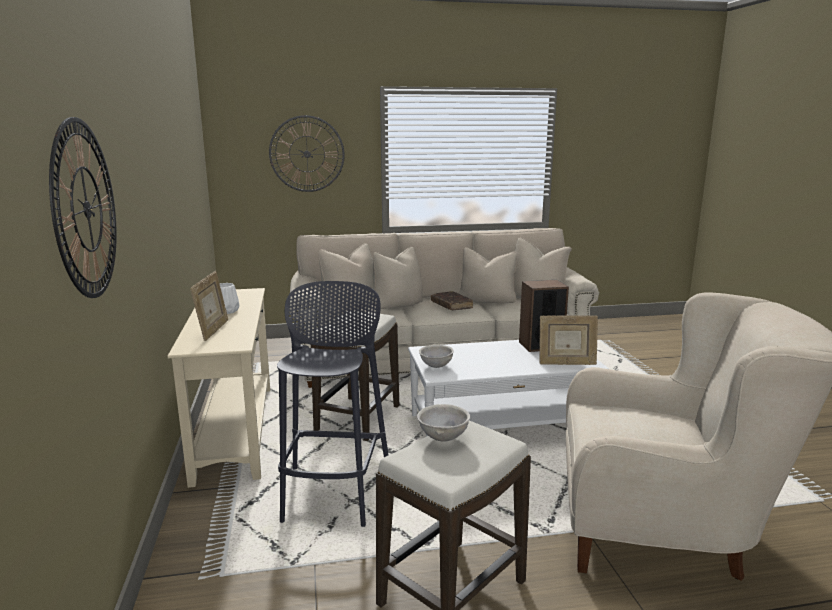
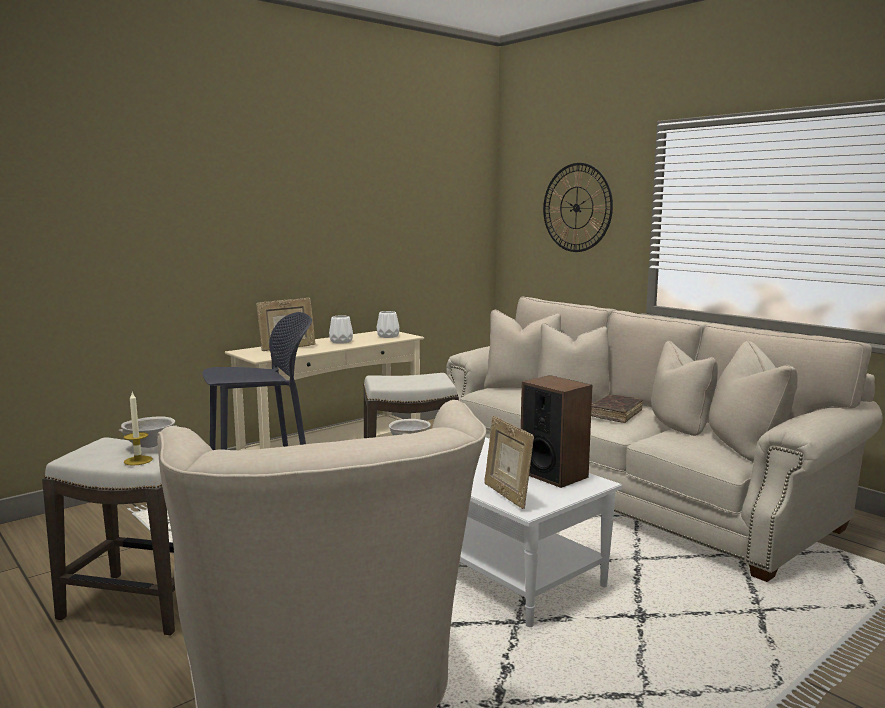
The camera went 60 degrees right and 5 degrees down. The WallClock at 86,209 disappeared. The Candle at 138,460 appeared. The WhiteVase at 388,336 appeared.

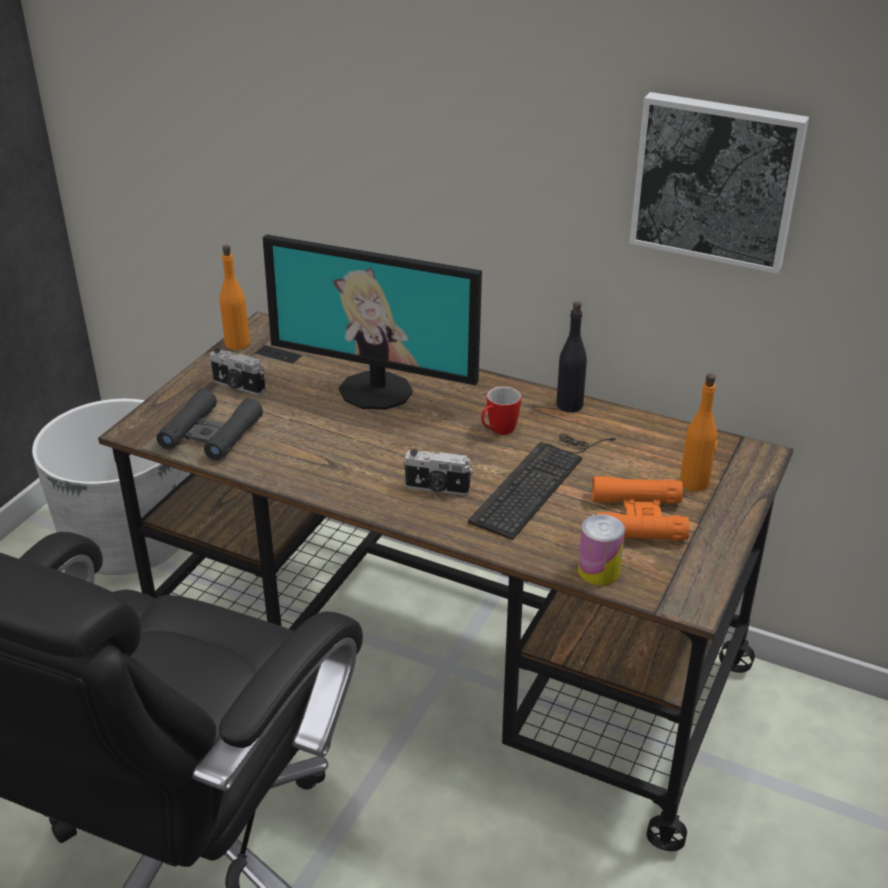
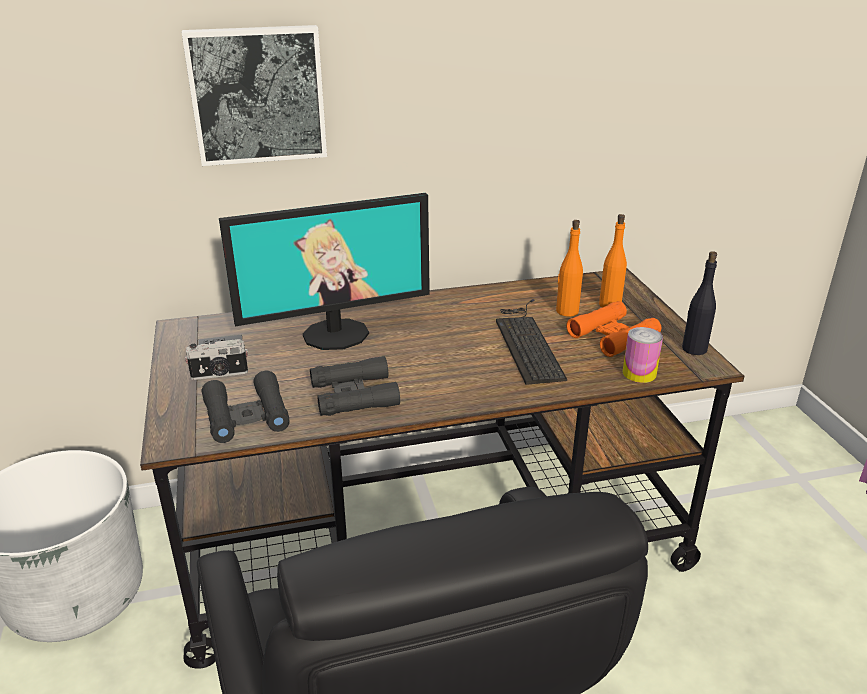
The camera went 40 degrees left and 5 degrees down. The OrangeBottle moved from 237,343 to 567,311. The PhotoCamera at 437,489 disappeared. The Mug at 497,431 disappeared. The BlackBottle moved from 569,405 to 694,349. The Picture moved from 716,180 to 257,95. The BlackBinoculars at 354,395 appeared.

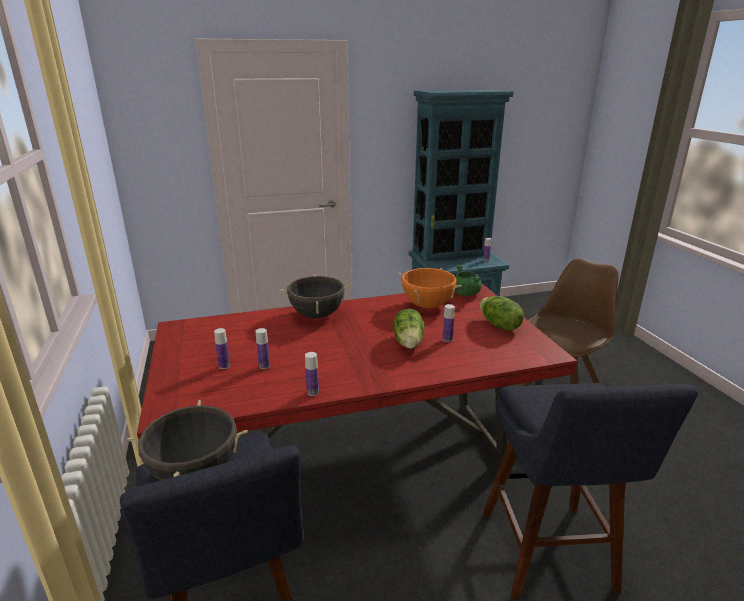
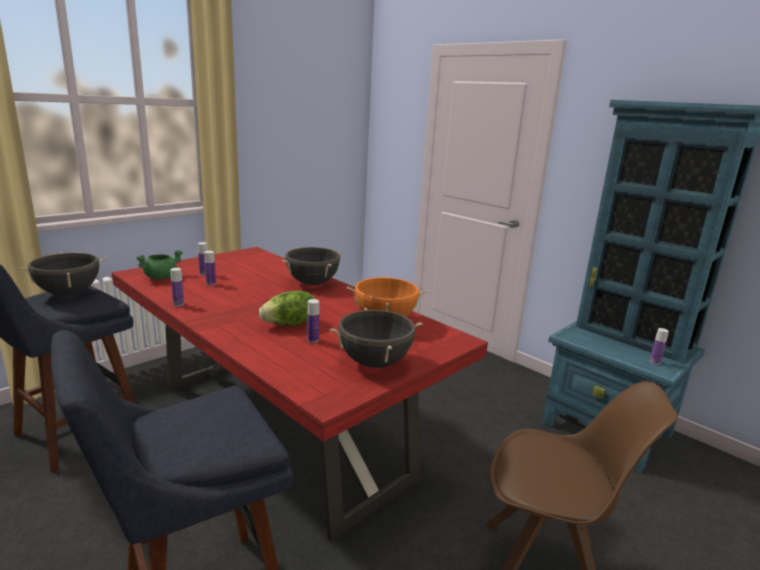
The camera went 60 degrees right and 5 degrees down. The GreenCookingPot moved from 465,293 to 161,277. The Lettuce at 499,325 was replaced by the BlackCookingPot at 374,363.

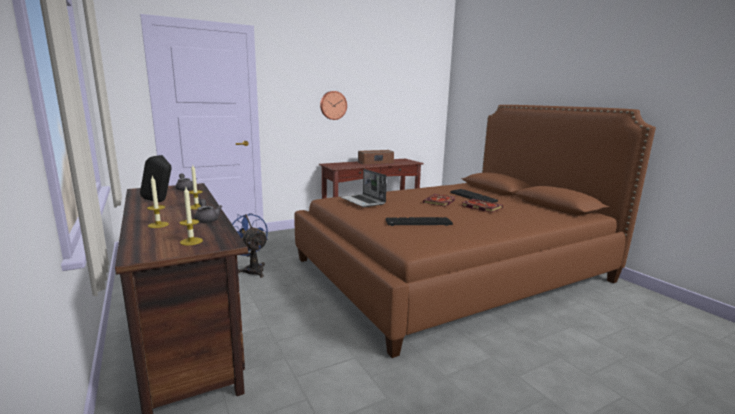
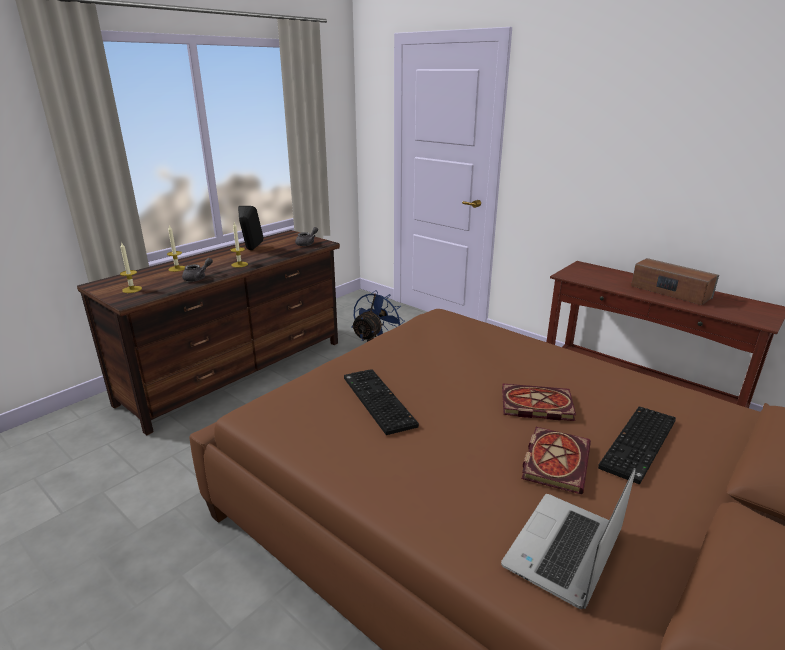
The camera went 70 degrees right and 10 degrees up. The WallClock at 333,105 disappeared. The Laptop moved from 363,201 to 564,551.

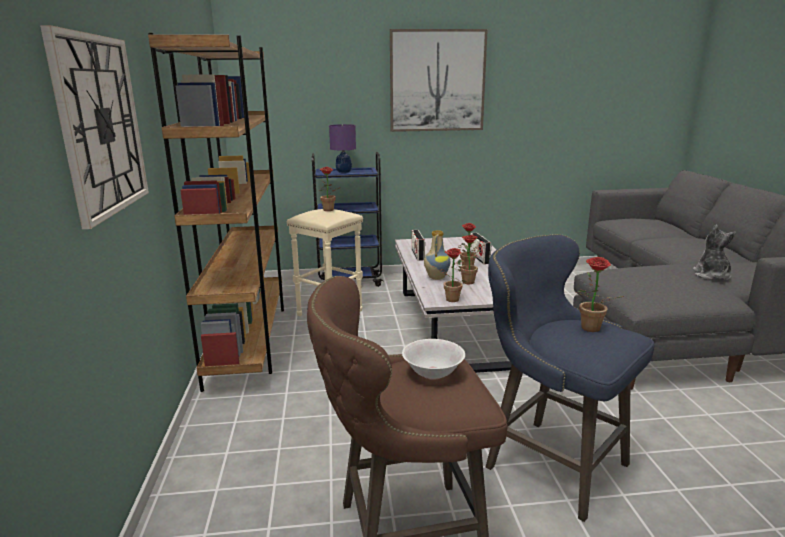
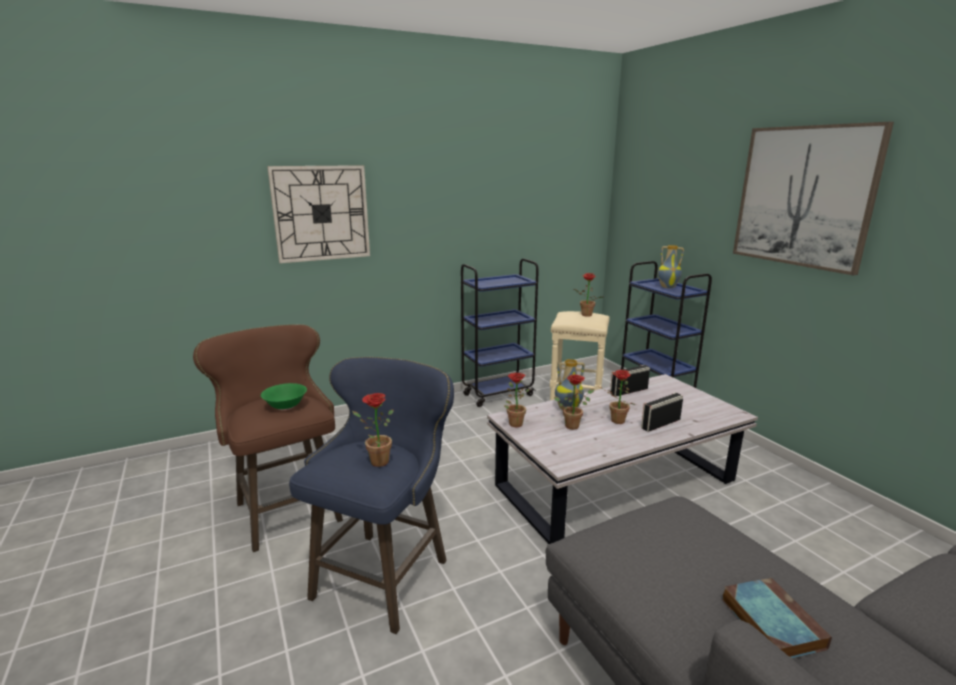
The camera went 70 degrees right and 0 degrees up. The BrownBookcase at 249,339 was replaced by the BlueCart at 498,394. The PurpleTableLamp at 343,172 was replaced by the Vase at 668,287. The WhiteBowl at 432,373 became the GreenBowl at 285,406. The PlushToy at 711,275 was replaced by the Book at 769,621.

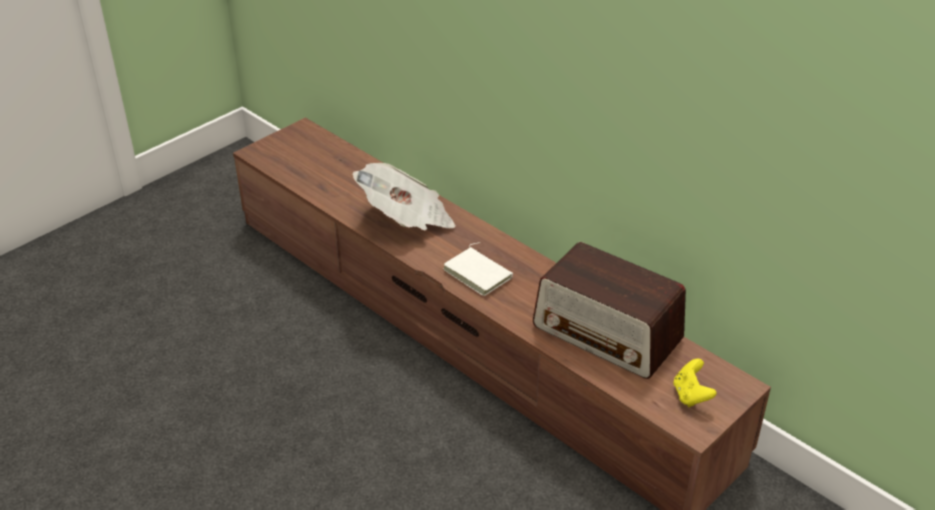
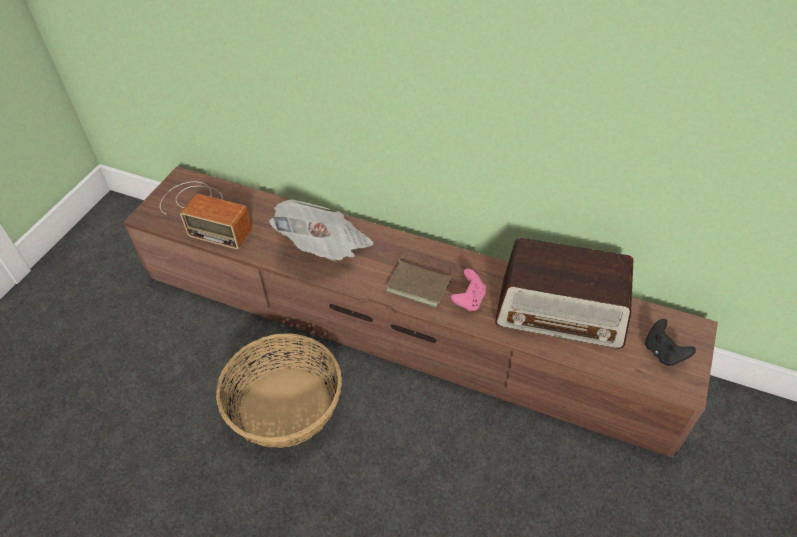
The camera went 20 degrees left and 10 degrees up. The WhiteBook at 479,273 became the BrownBook at 419,285. The YellowGameController at 691,395 became the BlackGameController at 663,352. The Radio at 205,213 appeared. The Basket at 286,406 appeared. The PinkGameController at 469,300 appeared.

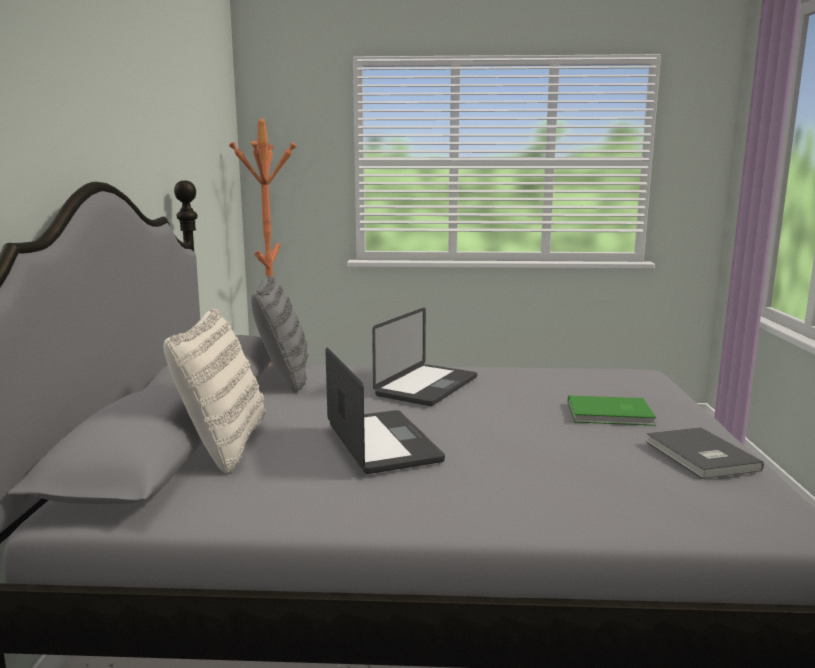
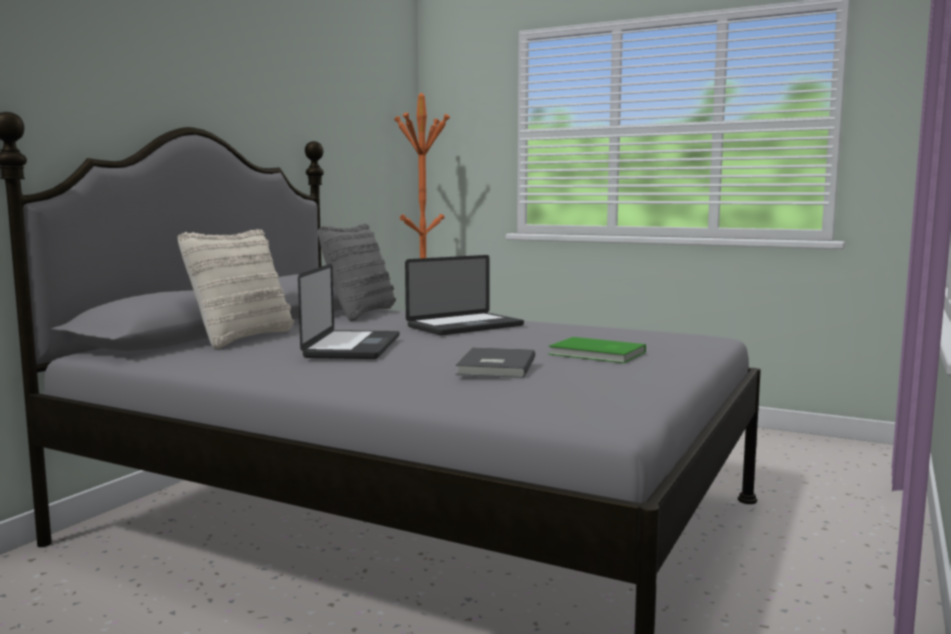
The camera went 25 degrees right and 5 degrees down. The GreyBook moved from 699,456 to 494,366.

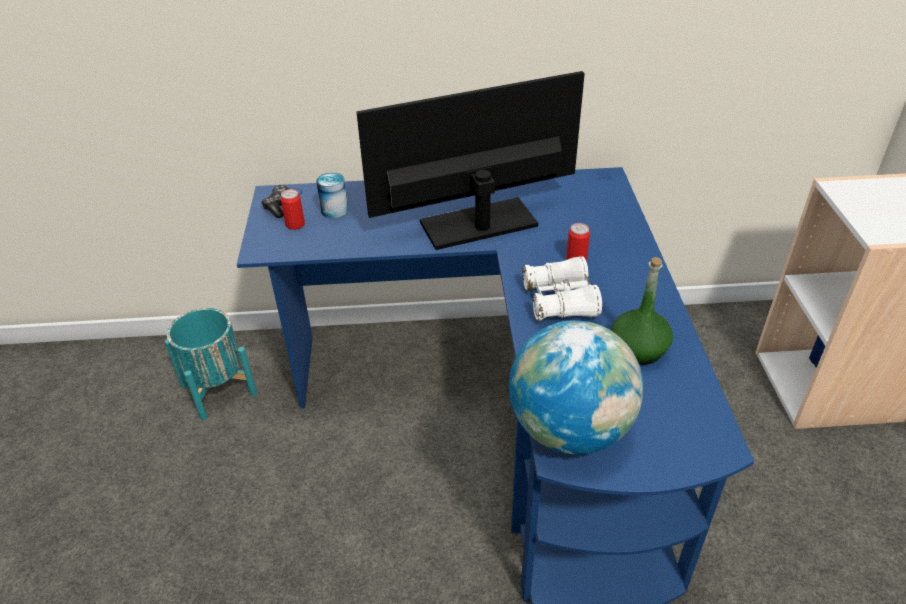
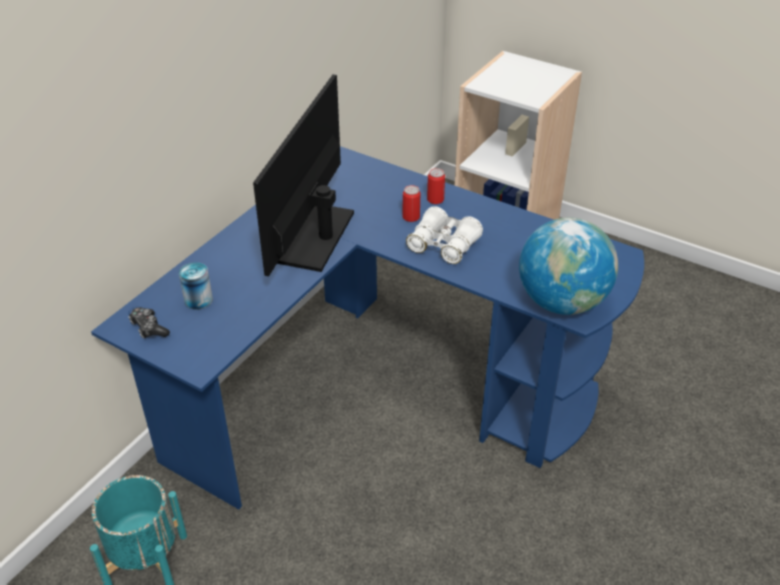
The camera went 55 degrees left and 0 degrees up. The Can moved from 295,224 to 435,199. The GreenBottle at 639,349 disappeared.

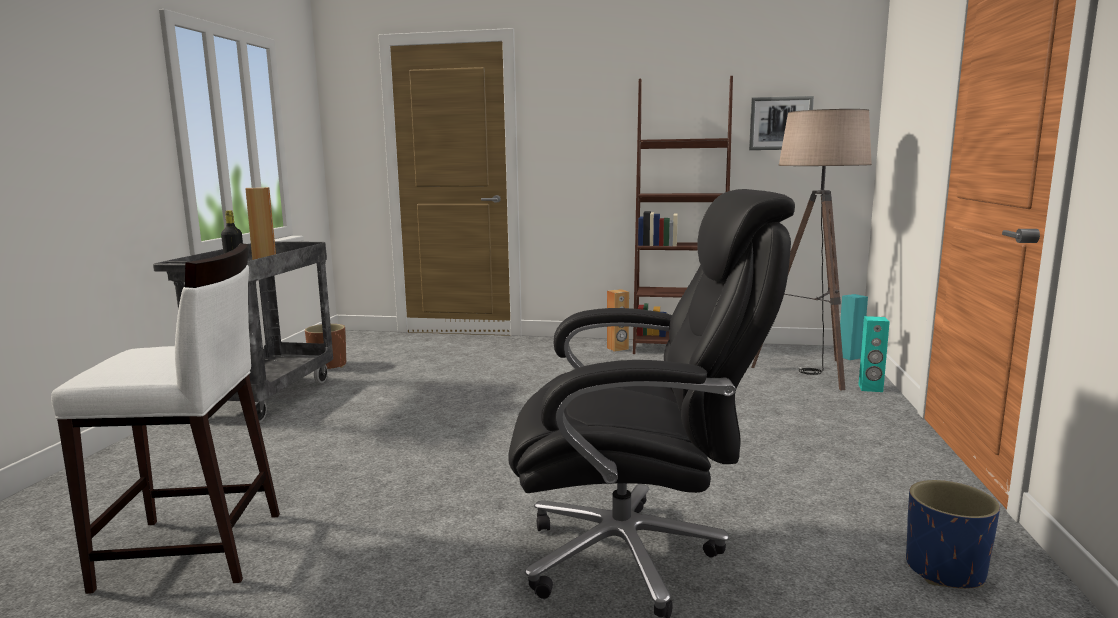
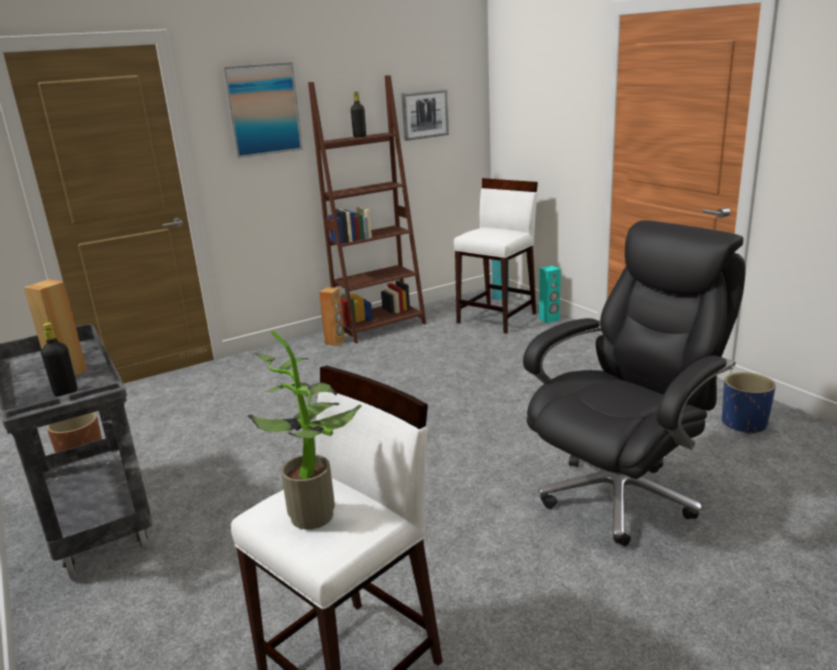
The camera went 40 degrees left and 10 degrees up. The FloorLamp at 810,372 was replaced by the WhiteStool at 497,318. The Picture at 263,109 appeared. The PottedPlant at 318,512 appeared. The BlackBottle at 359,136 appeared.

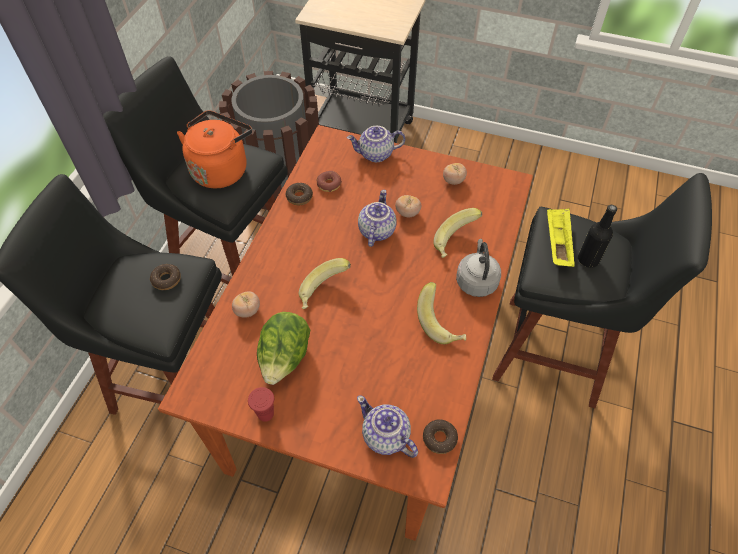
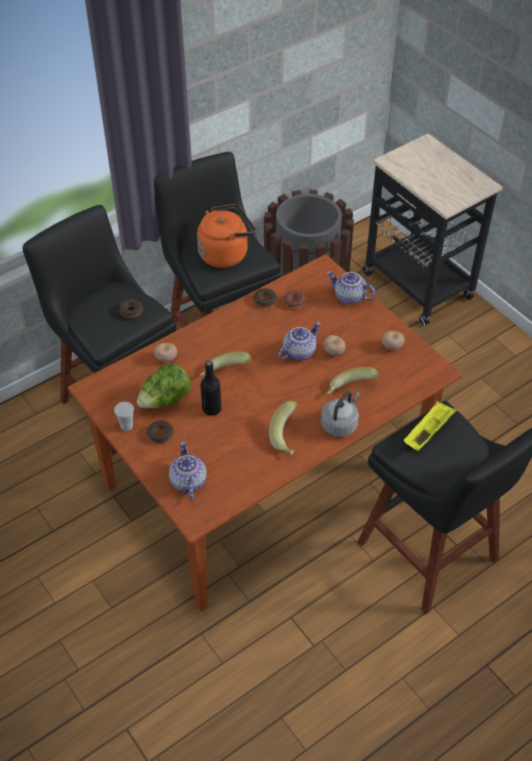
The camera went 35 degrees right and 5 degrees down. The RedCup at 265,414 became the WhiteCup at 126,426. The Donut moved from 439,438 to 160,434. The BlackBottle moved from 588,260 to 211,409.

